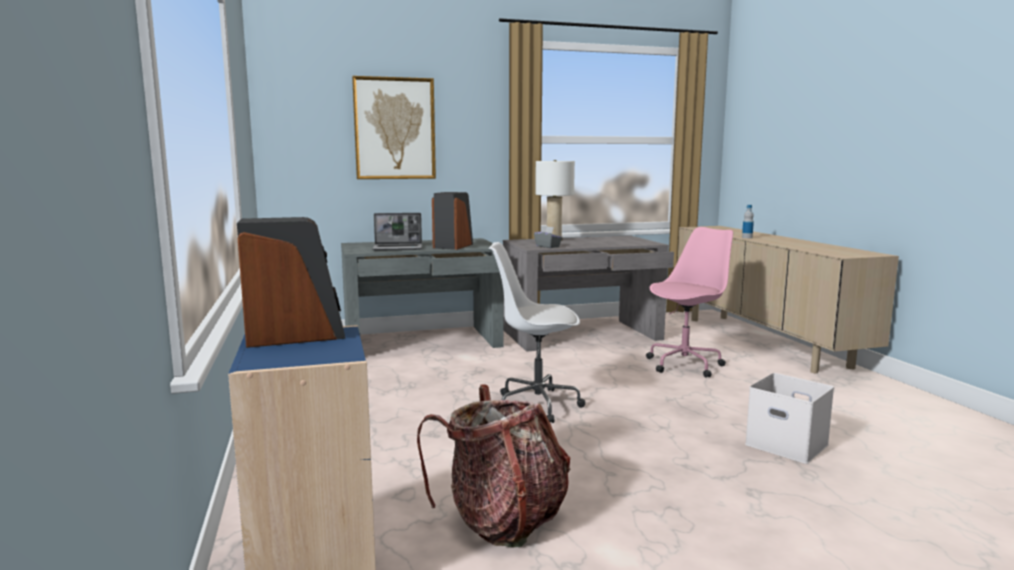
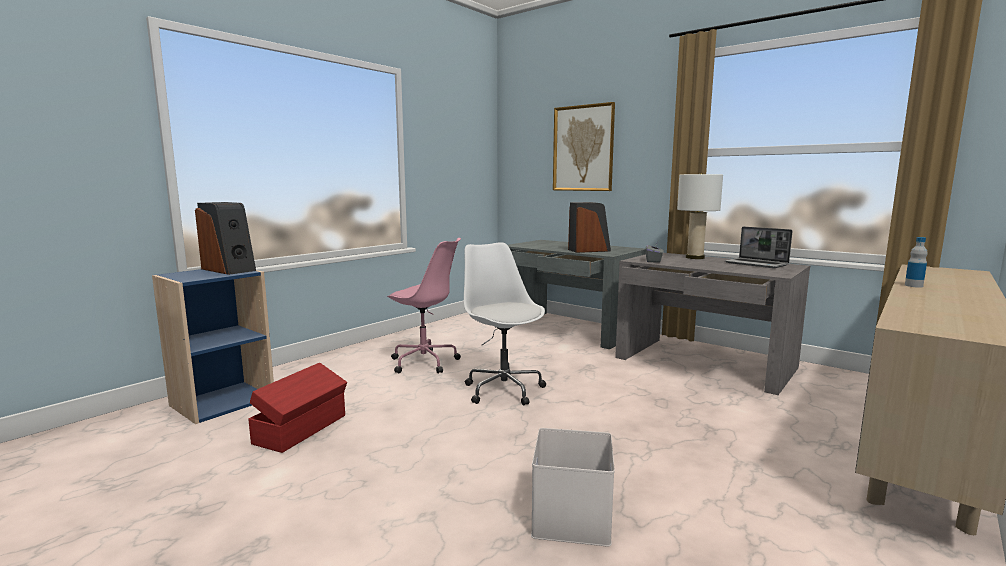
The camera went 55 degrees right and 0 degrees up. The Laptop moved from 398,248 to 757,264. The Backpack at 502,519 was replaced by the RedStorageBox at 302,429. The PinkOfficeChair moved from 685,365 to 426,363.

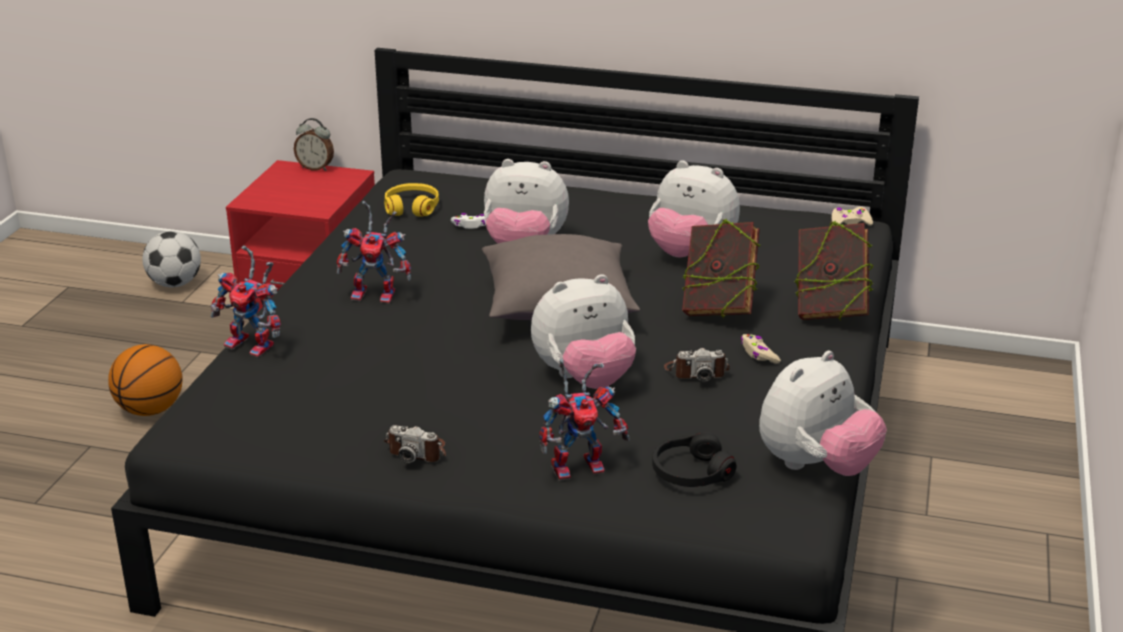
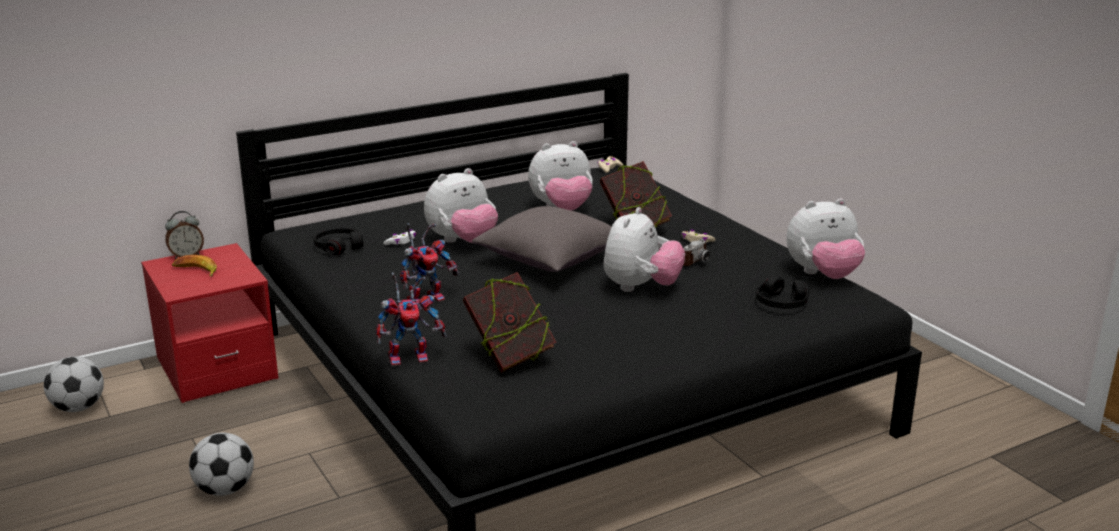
The camera went 45 degrees left and 5 degrees down. The Basketball at 151,410 was replaced by the Football at 225,489. The YellowHeadphones at 412,207 became the BlackHeadphones at 338,247. The PhotoCamera at 417,450 disappeared. The ToyRobot at 580,465 disappeared. The PlushToy at 816,466 turned 75 degrees clockwise. The Book moved from 829,311 to 510,358. The Banana at 196,271 appeared.

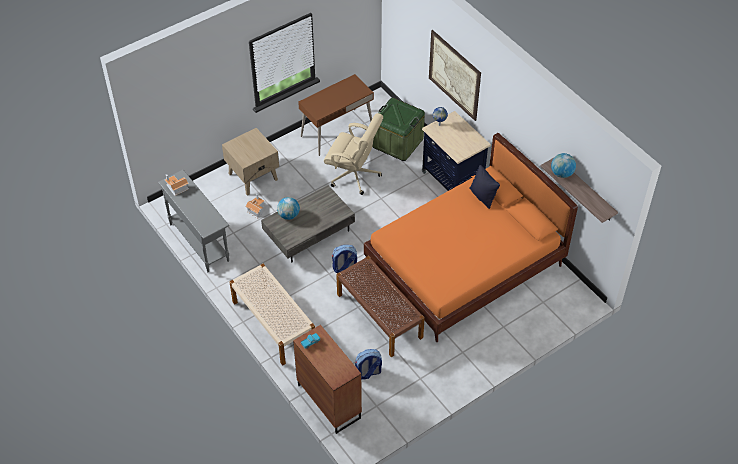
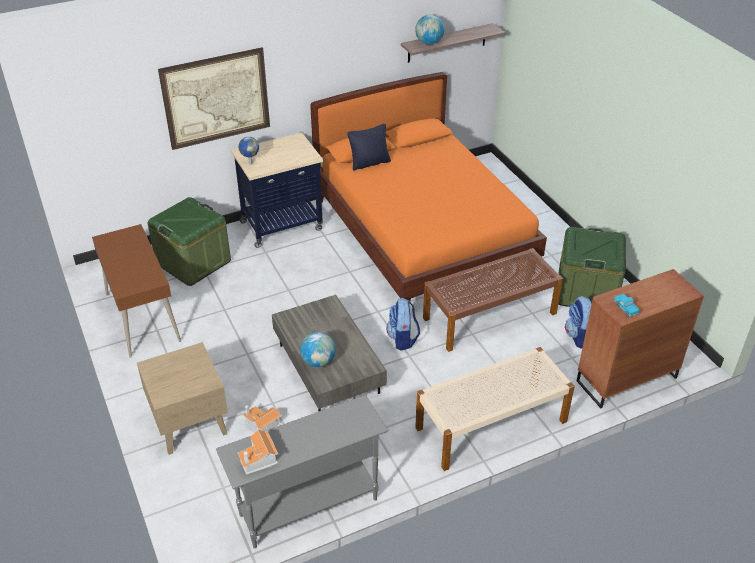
The camera went 80 degrees left and 10 degrees down. The BeigeOfficeChair at 354,175 disappeared. The GreenStorageBox at 586,290 appeared.

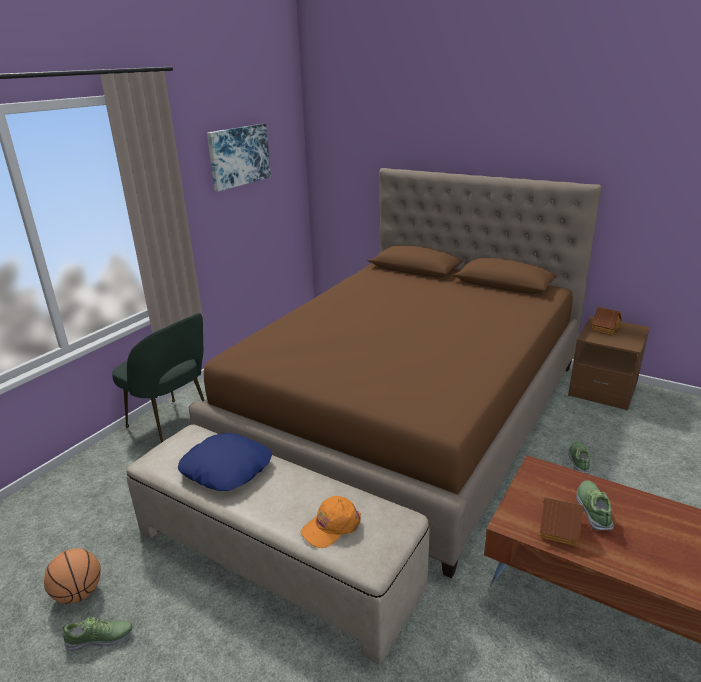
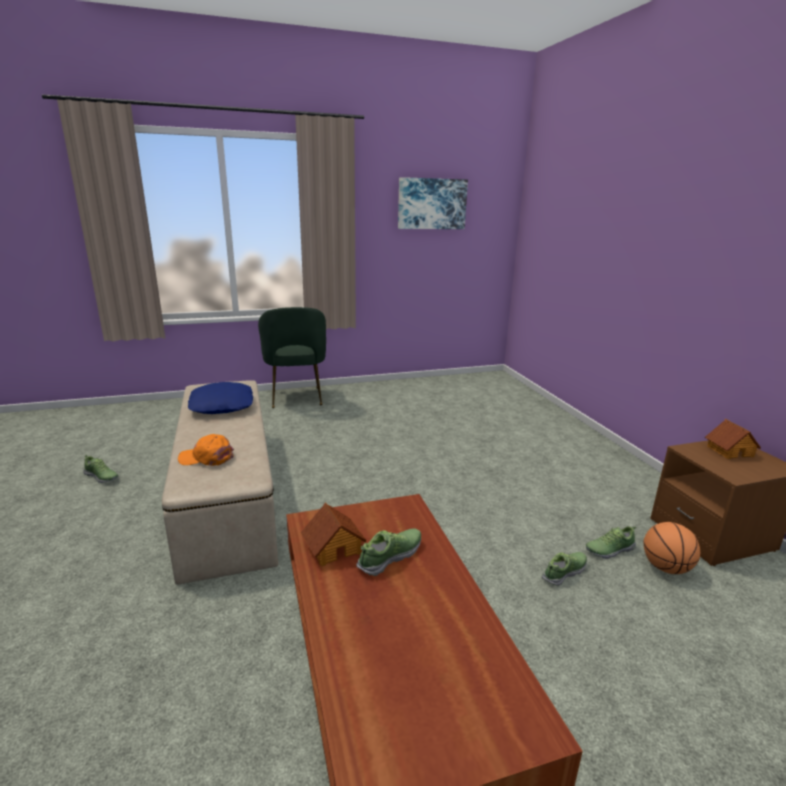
The camera went 40 degrees right and 5 degrees down. The Basketball moved from 79,593 to 665,568. The BrownBed at 409,412 disappeared. The Shoe at 609,549 appeared.

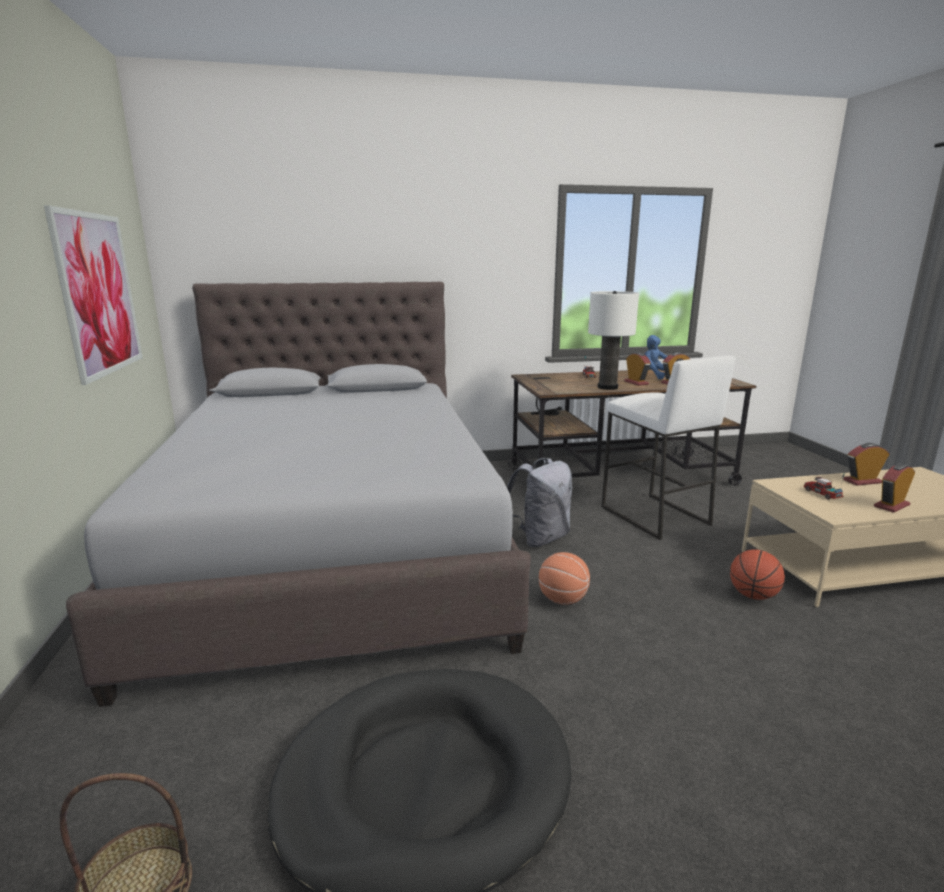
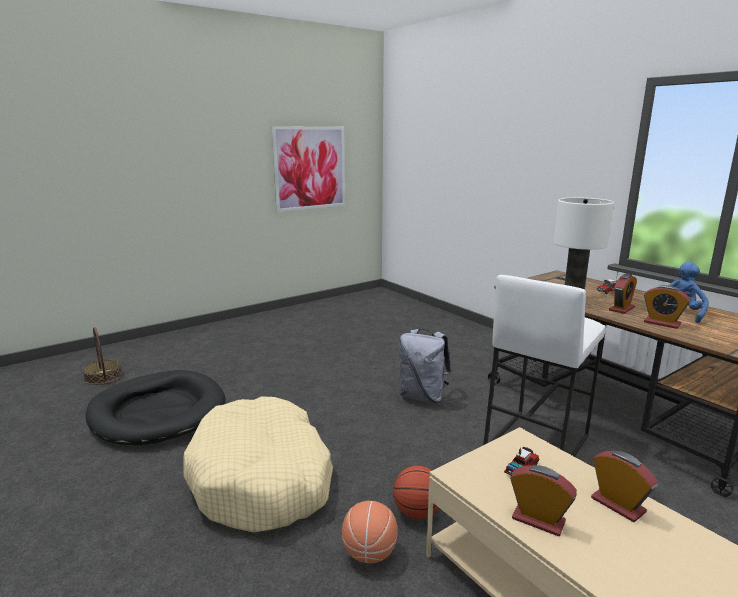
The camera went 65 degrees right and 0 degrees up. The GreyBed at 333,543 disappeared. The Basketball moved from 562,599 to 369,553. The BeigeDogBed at 262,479 appeared.

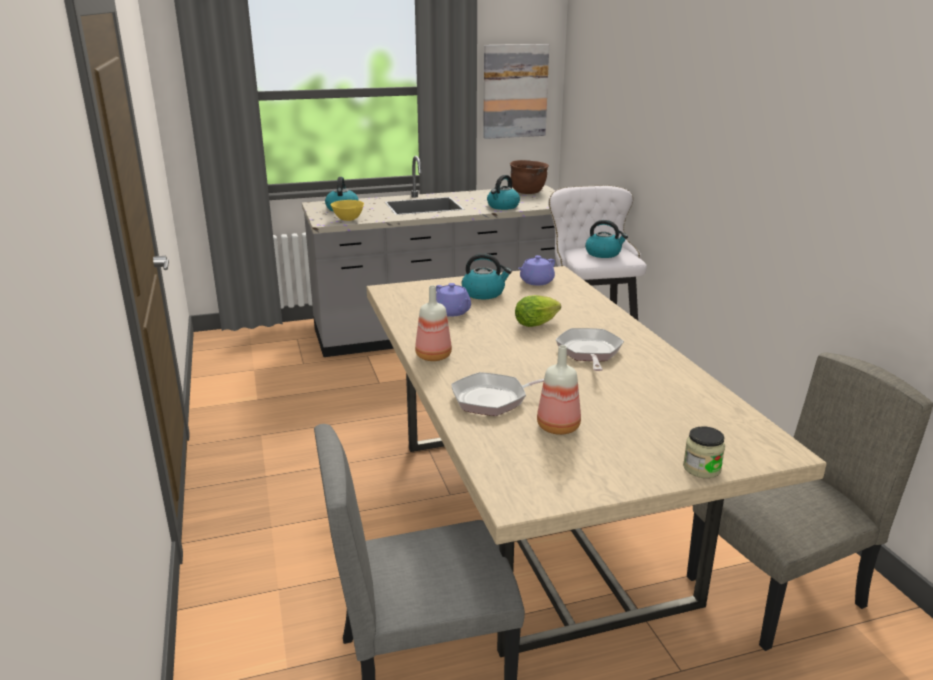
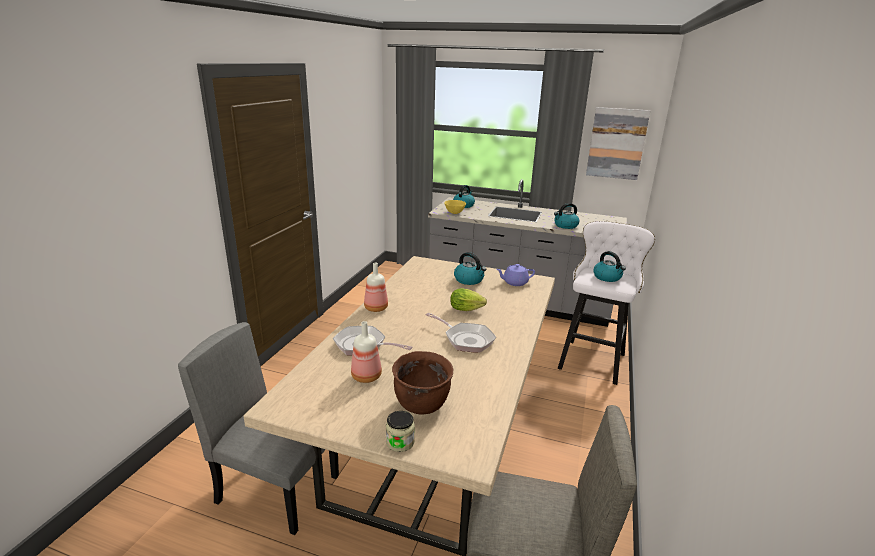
The camera went 35 degrees right and 0 degrees up. The PurpleTeapot at 452,312 disappeared. The BrownCookingPot moved from 528,192 to 422,404. The FryingPan at 589,353 turned 90 degrees clockwise.

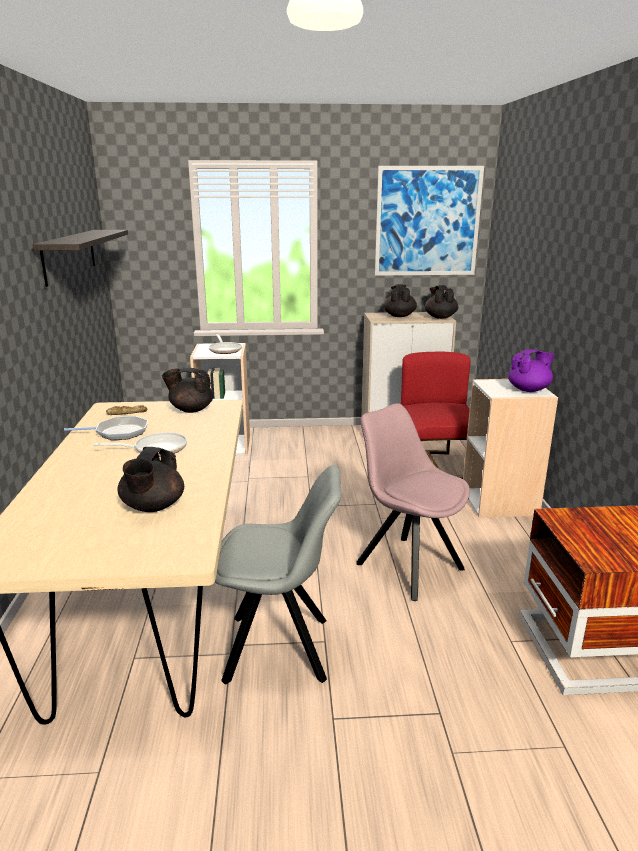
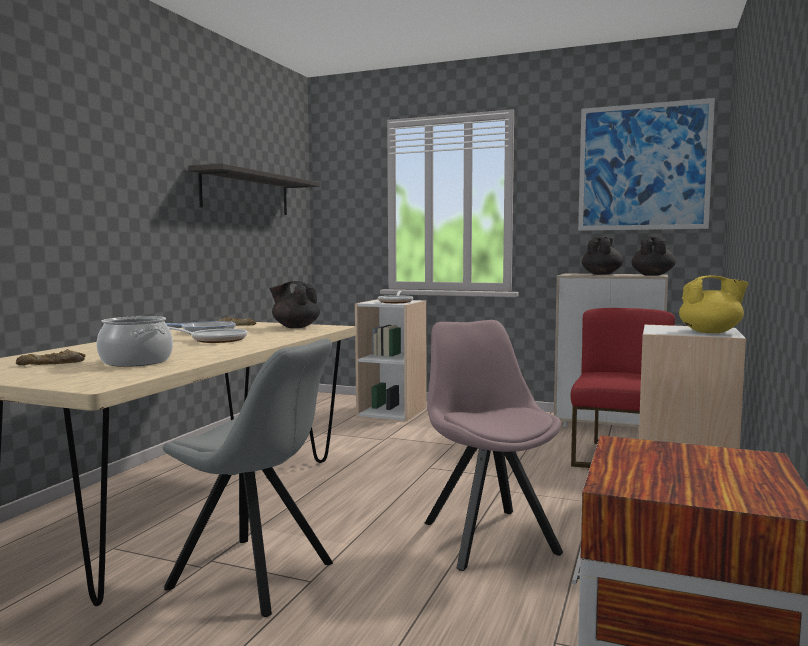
The camera went 25 degrees right and 15 degrees down. The BlackTeapot at 152,507 was replaced by the CookingPot at 135,362. The PurpleTeapot at 529,390 became the YellowTeapot at 711,332. The Bread at 51,363 appeared.

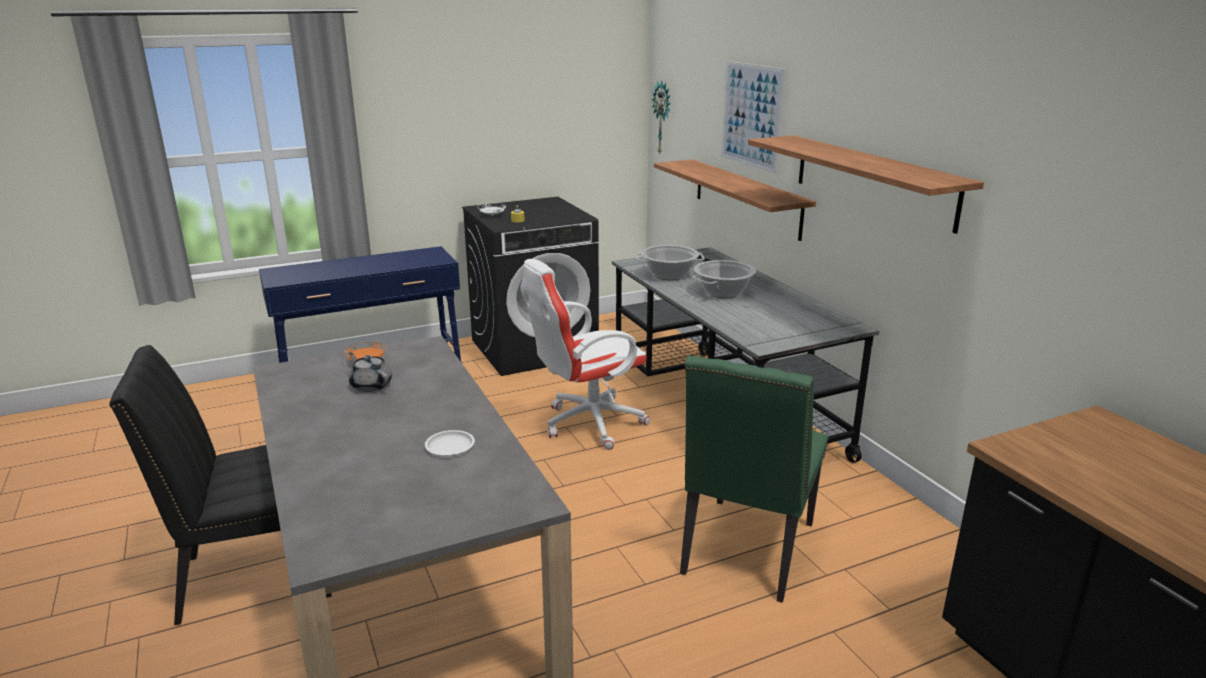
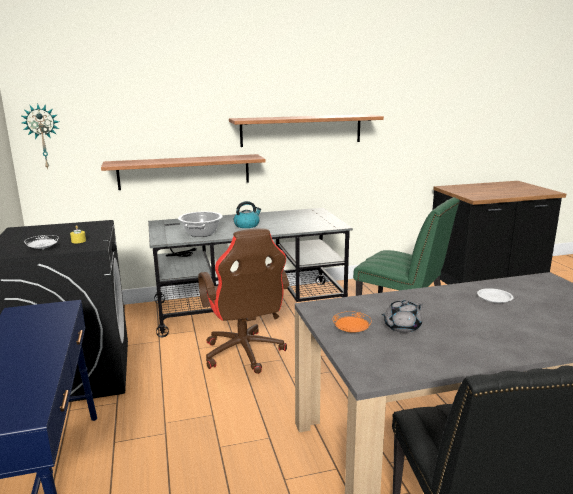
The camera went 80 degrees left and 5 degrees down. The WhiteOfficeChair at 585,425 became the BrownOfficeChair at 245,356. The CookingPot at 723,292 was replaced by the Kettle at 247,225. The Picture at 751,115 disappeared.

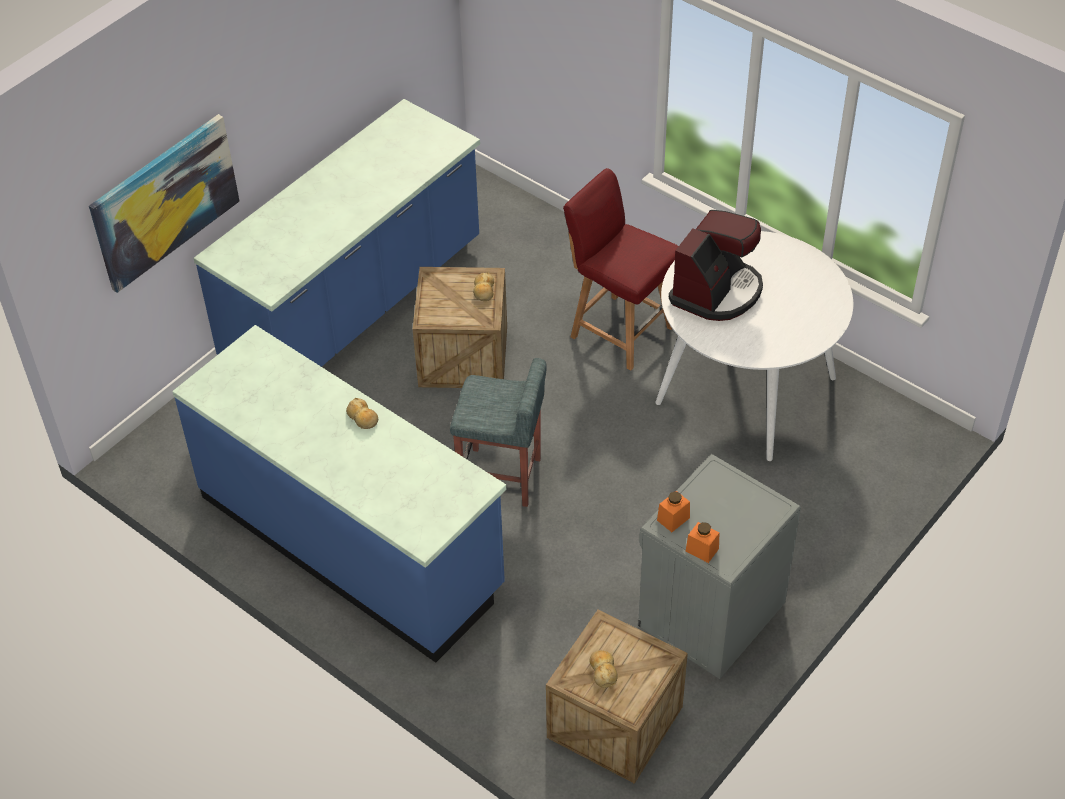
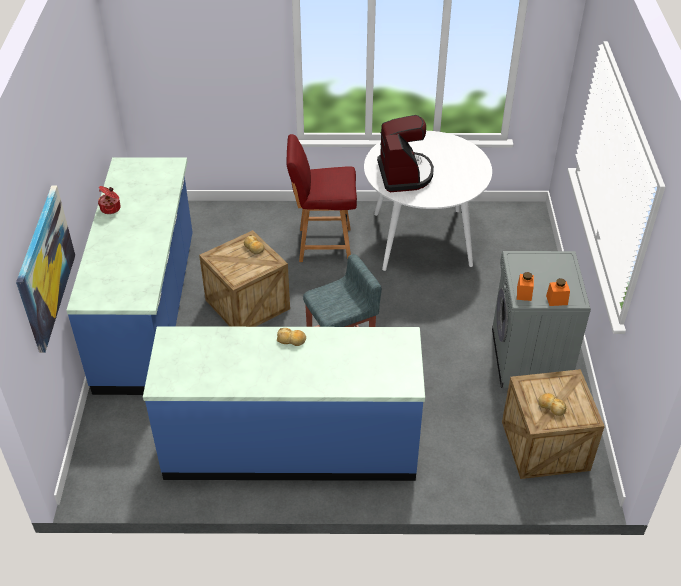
The camera went 40 degrees left and 5 degrees down. The CookingPot at 111,208 appeared.

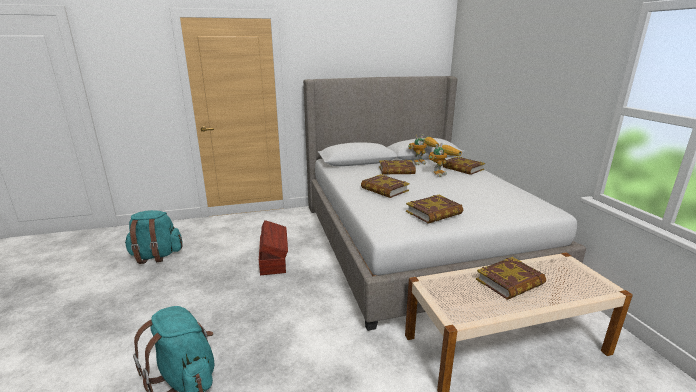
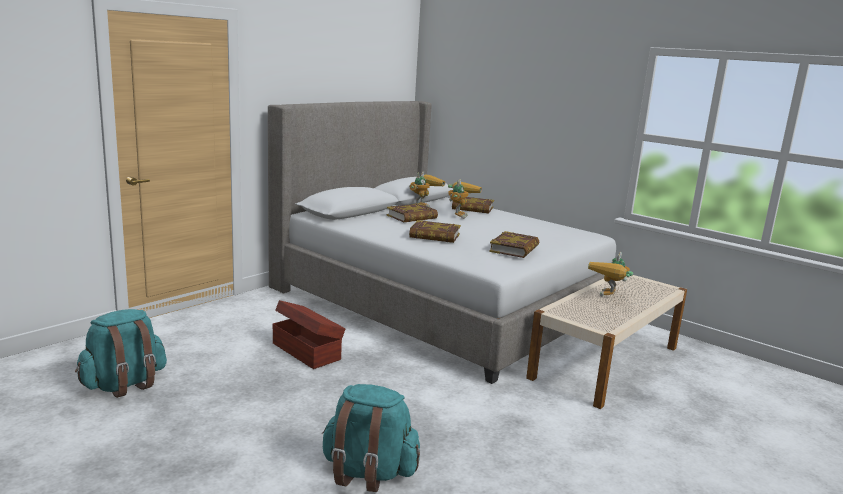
The camera went 35 degrees left and 5 degrees down. The Book at 510,282 was replaced by the ToyRobot at 609,298.

